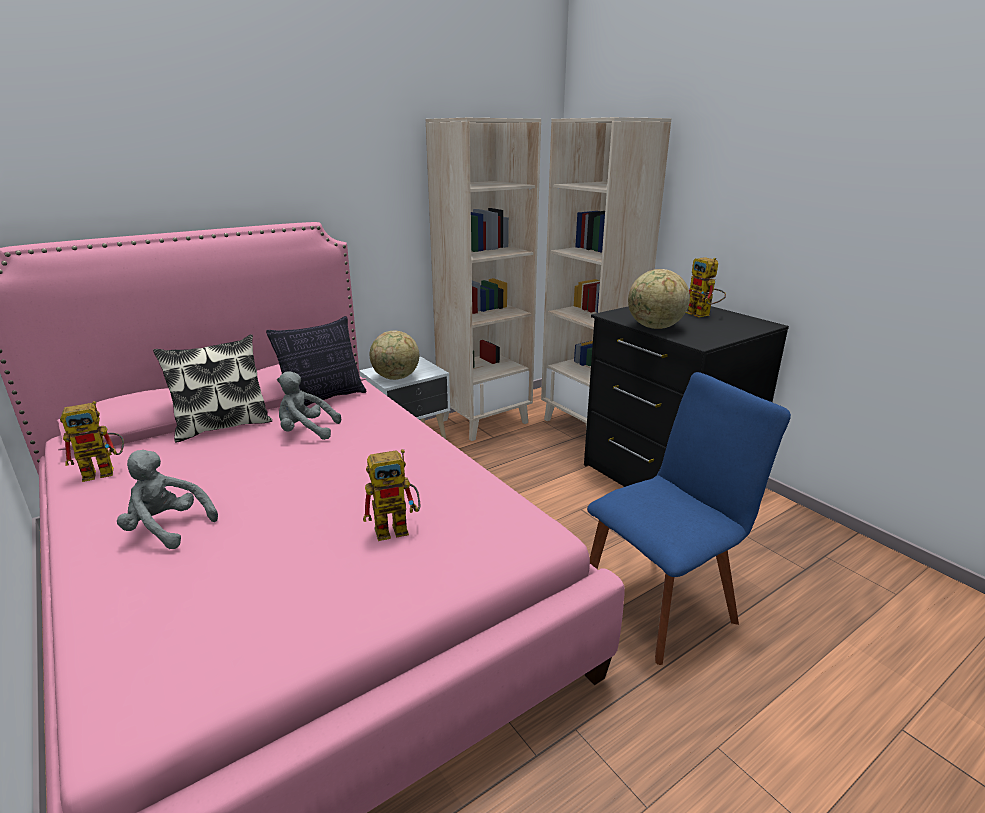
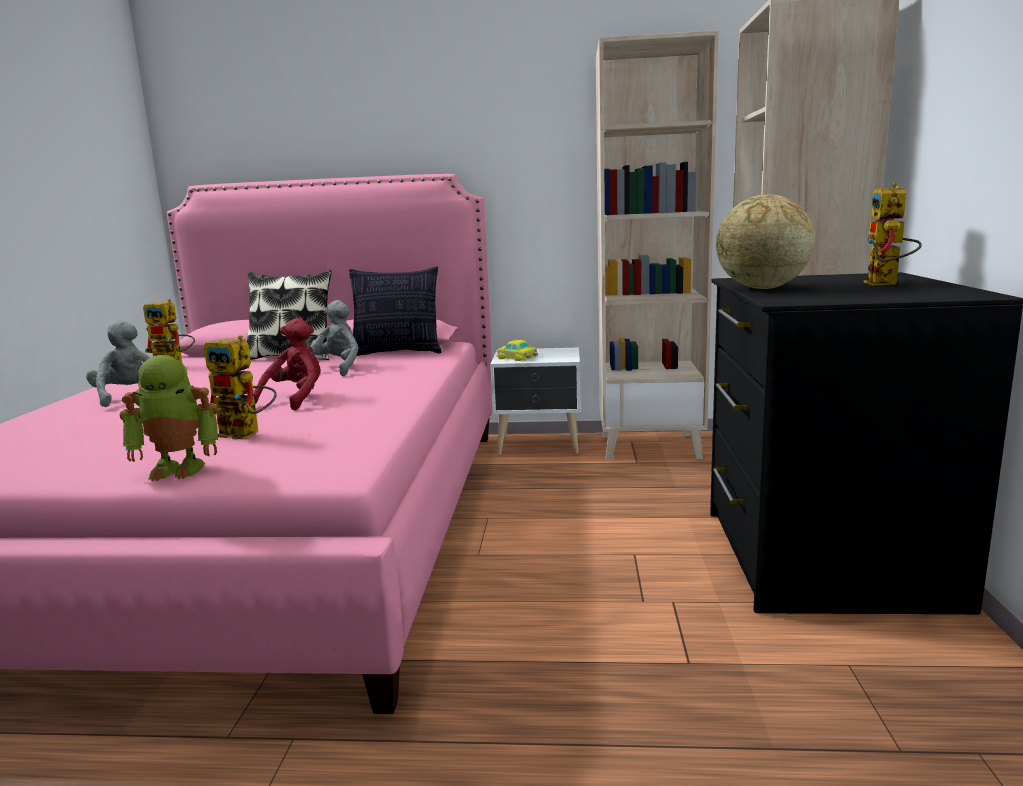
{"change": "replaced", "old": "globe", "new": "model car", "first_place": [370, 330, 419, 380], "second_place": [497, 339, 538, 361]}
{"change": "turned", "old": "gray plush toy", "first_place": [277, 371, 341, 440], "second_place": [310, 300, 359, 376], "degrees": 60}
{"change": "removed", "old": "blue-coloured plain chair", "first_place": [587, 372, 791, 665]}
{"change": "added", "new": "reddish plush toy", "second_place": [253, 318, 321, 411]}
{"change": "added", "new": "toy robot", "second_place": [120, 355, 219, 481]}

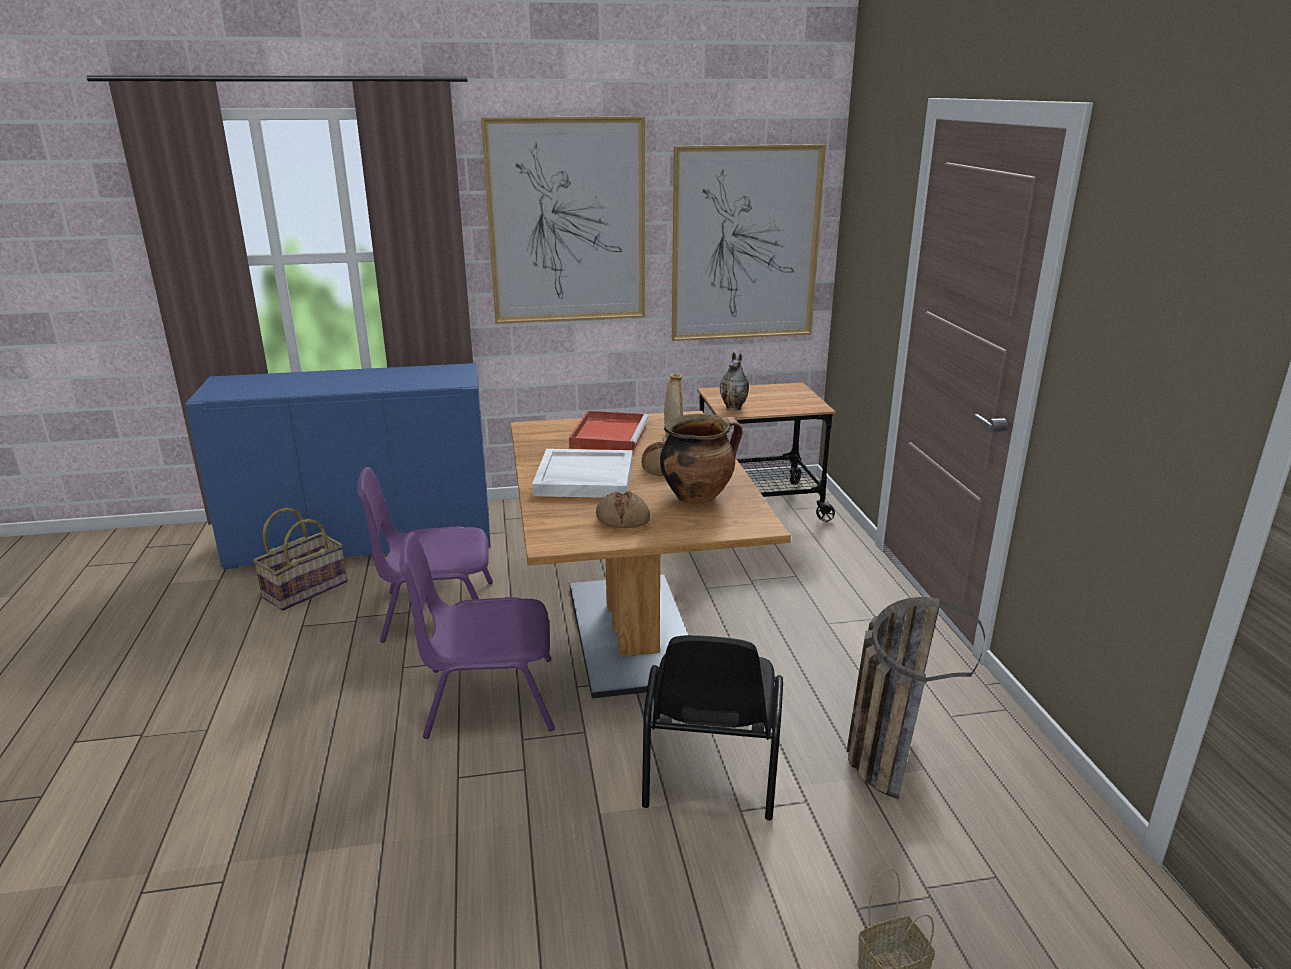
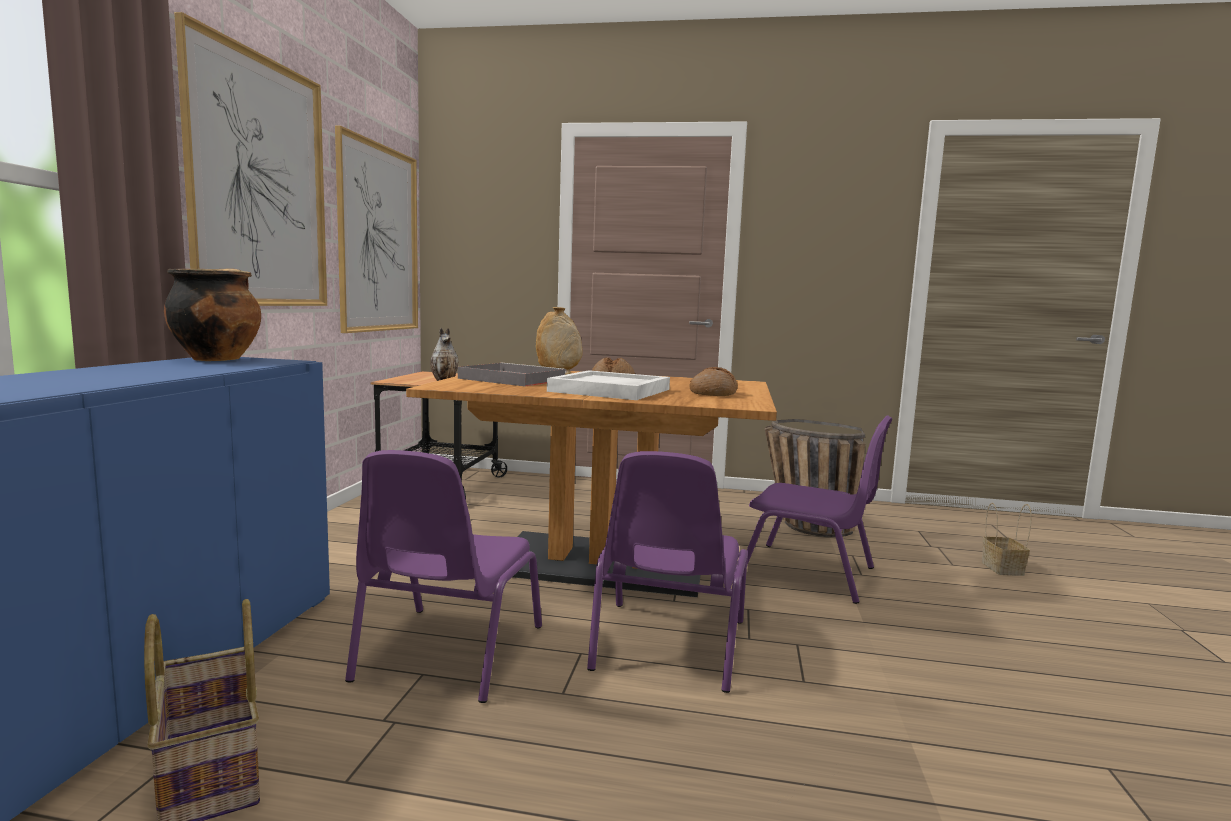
{"change": "recoloured", "old": "reddish carrying tray", "new": "gray carrying tray", "first_place": [569, 411, 649, 452], "second_place": [458, 362, 567, 386]}
{"change": "moved", "old": "stockpot", "first_place": [660, 414, 743, 505], "second_place": [164, 268, 261, 361]}
{"change": "recoloured", "old": "blackish plain chair", "new": "purple-coloured plain chair", "first_place": [642, 635, 783, 820], "second_place": [747, 415, 892, 604]}

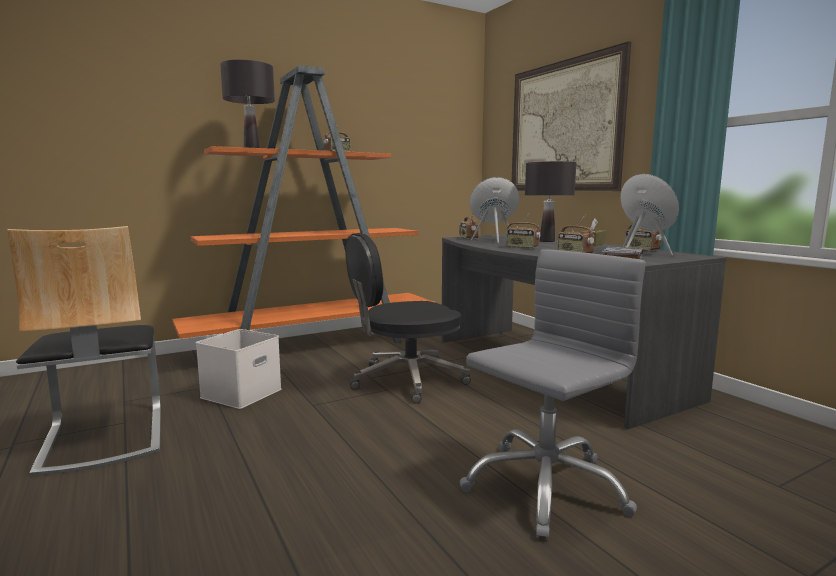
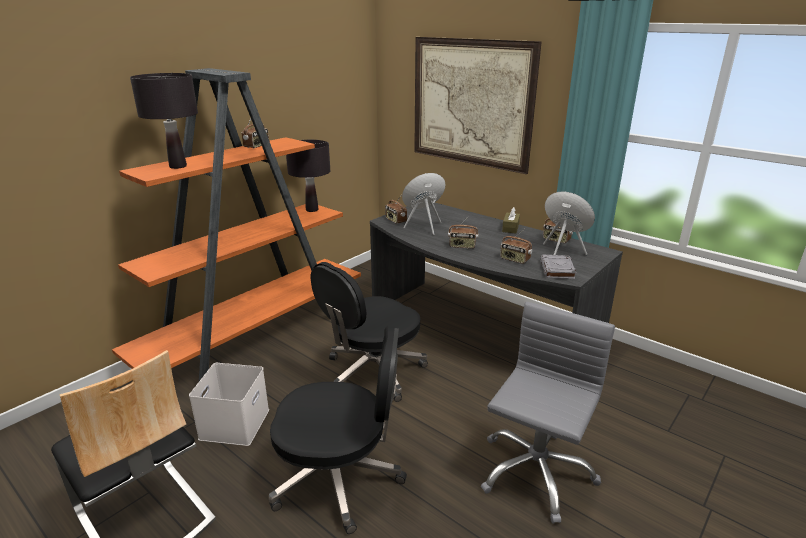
{"change": "moved", "old": "blackish lamp for a table", "first_place": [525, 161, 576, 242], "second_place": [286, 140, 330, 212]}
{"change": "added", "new": "blackish computer chair", "second_place": [269, 325, 407, 534]}

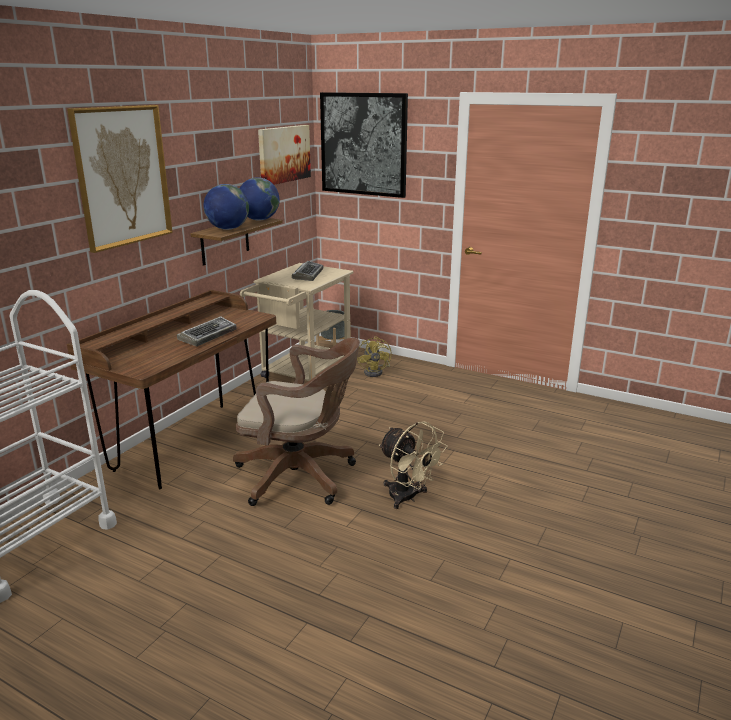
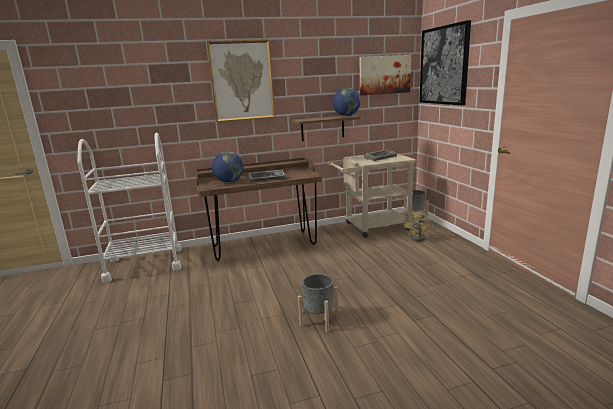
{"change": "moved", "old": "globe", "first_place": [203, 184, 249, 230], "second_place": [212, 152, 244, 183]}
{"change": "removed", "old": "brown computer chair", "first_place": [233, 338, 360, 506]}
{"change": "replaced", "old": "beige-coloured electric fan", "new": "gray plant pot", "first_place": [379, 421, 448, 509], "second_place": [298, 274, 339, 332]}

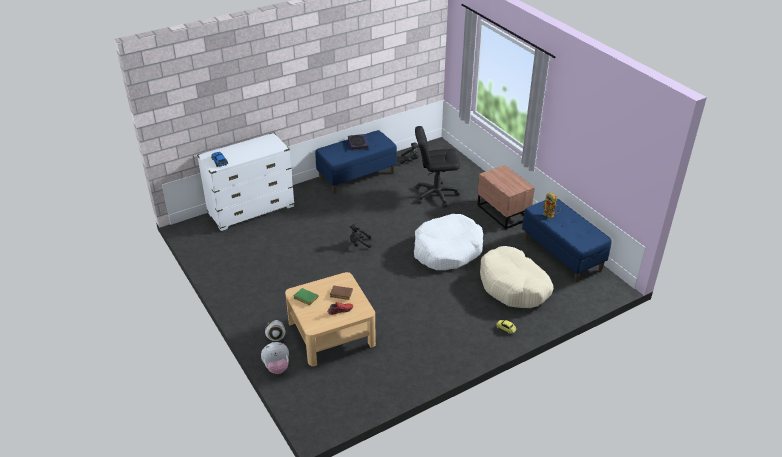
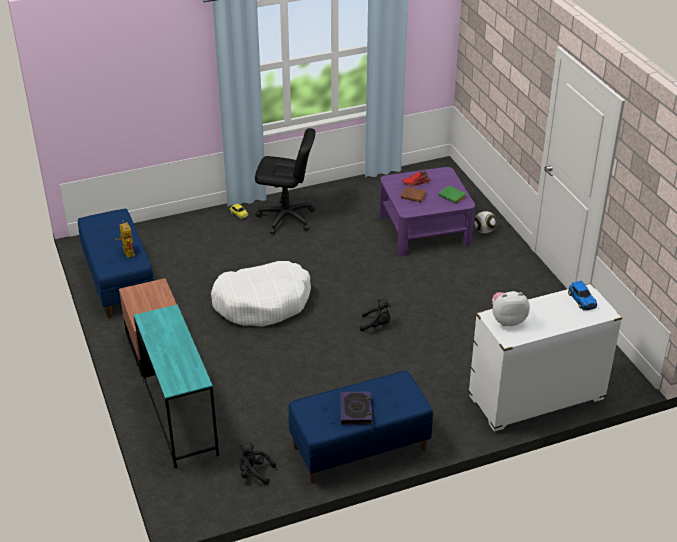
{"change": "moved", "old": "blackish computer chair", "first_place": [415, 126, 460, 208], "second_place": [255, 128, 316, 234]}
{"change": "removed", "old": "beige-coloured dog bed", "first_place": [480, 246, 553, 308]}
{"change": "recoloured", "old": "beige-coloured lounge table", "new": "purple-coloured lounge table", "first_place": [285, 272, 376, 366], "second_place": [380, 167, 475, 256]}
{"change": "moved", "old": "plush toy", "first_place": [261, 342, 289, 374], "second_place": [492, 291, 530, 326]}
{"change": "added", "new": "blue-green desk", "second_place": [134, 304, 219, 468]}

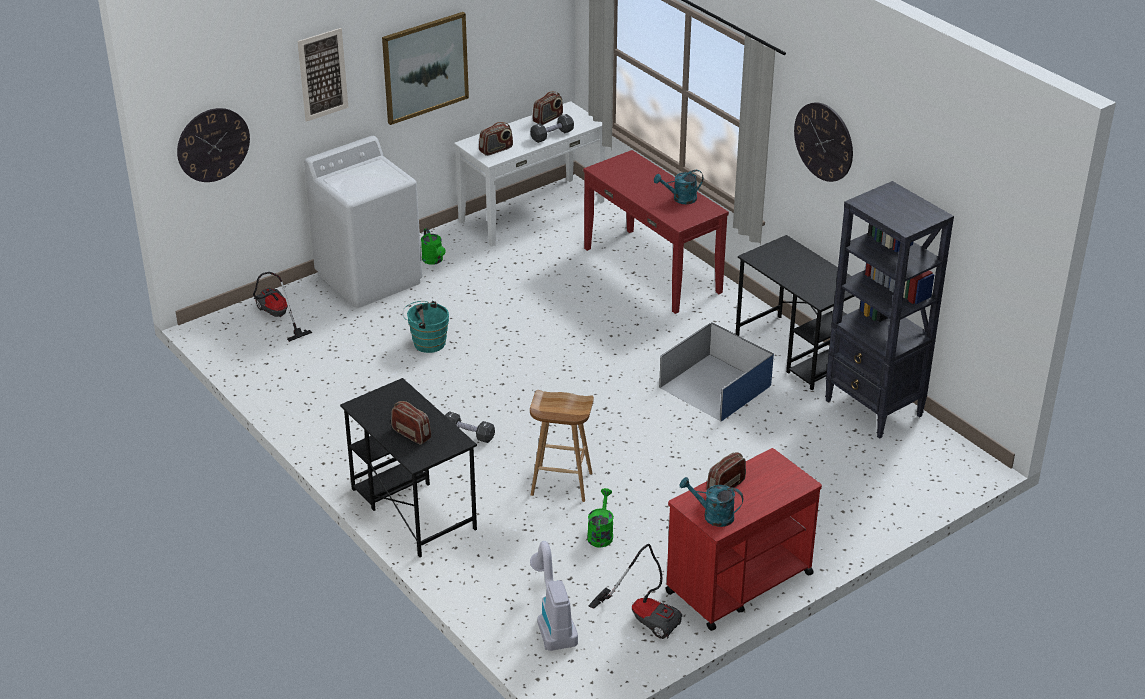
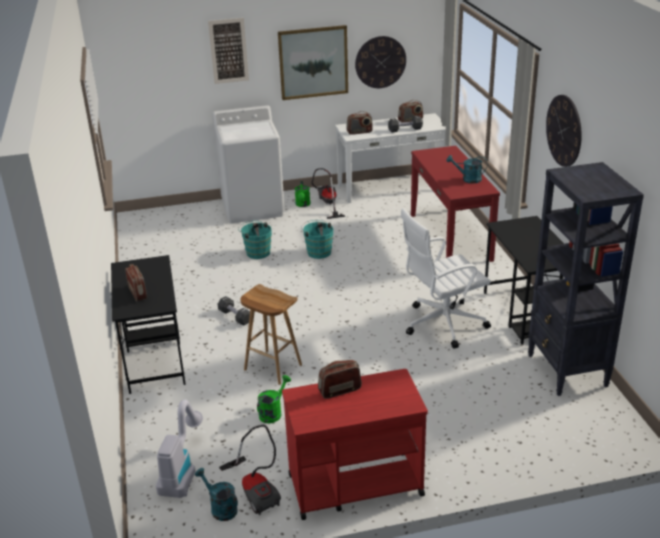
{"change": "moved", "old": "clock on the wall", "first_place": [177, 108, 250, 182], "second_place": [355, 36, 406, 88]}
{"change": "moved", "old": "hoover", "first_place": [253, 272, 312, 342], "second_place": [312, 168, 345, 219]}
{"change": "replaced", "old": "blue-coloured storage box", "new": "white computer chair", "first_place": [659, 322, 774, 421], "second_place": [400, 208, 491, 348]}
{"change": "moved", "old": "blue-green watering can", "first_place": [679, 477, 743, 527], "second_place": [195, 468, 238, 521]}
{"change": "added", "new": "blue-green water bucket", "second_place": [301, 220, 333, 259]}

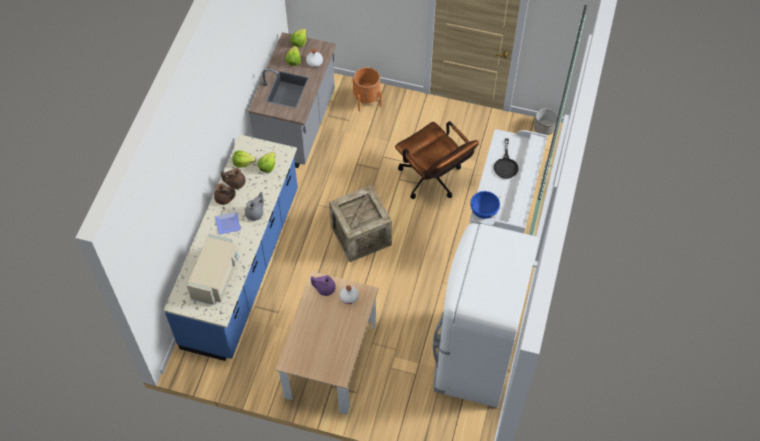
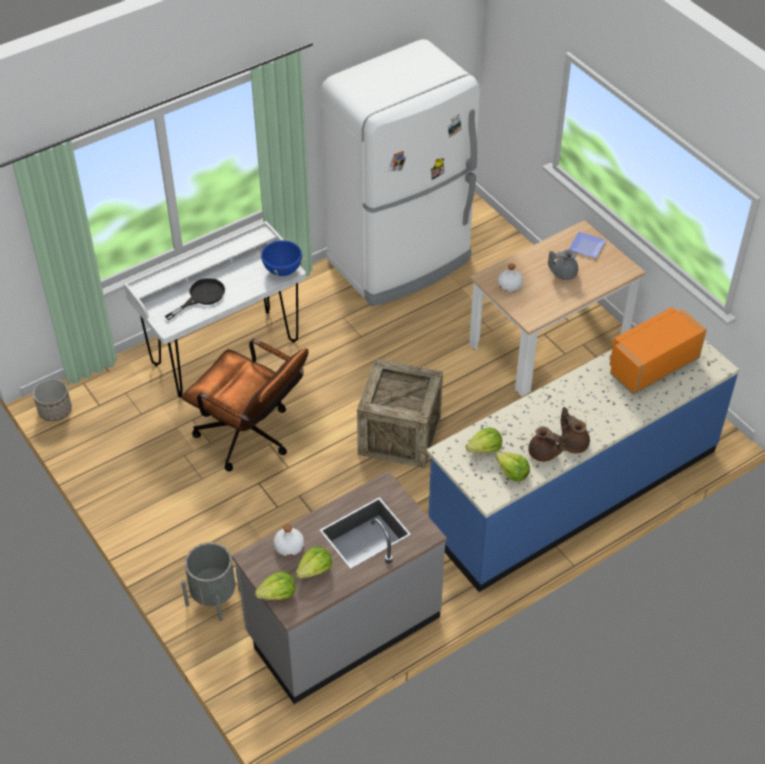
{"change": "recoloured", "old": "orange plant pot", "new": "gray plant pot", "first_place": [353, 67, 382, 111], "second_place": [181, 542, 240, 621]}
{"change": "turned", "old": "brown computer chair", "first_place": [395, 121, 479, 199], "second_place": [182, 339, 309, 472], "degrees": 120}
{"change": "moved", "old": "gray tea pot", "first_place": [245, 192, 264, 221], "second_place": [548, 249, 578, 280]}
{"change": "moved", "old": "dinner plate", "first_place": [215, 212, 241, 235], "second_place": [569, 232, 606, 258]}
{"change": "recoloured", "old": "beige-coloured microwave oven", "new": "orange microwave oven", "first_place": [187, 233, 239, 305], "second_place": [609, 307, 707, 395]}
{"change": "removed", "old": "purple-coloured tea pot", "first_place": [311, 275, 336, 296]}

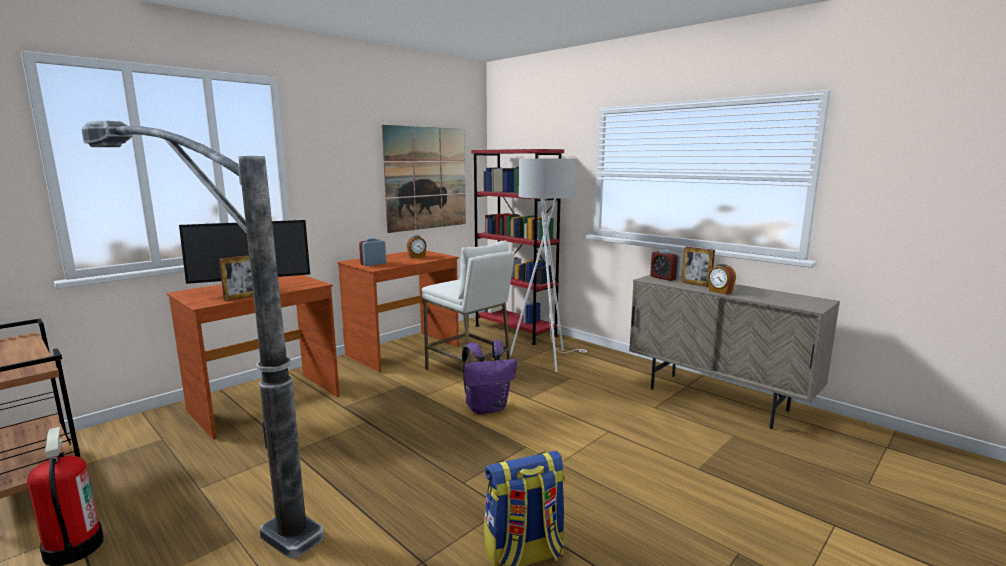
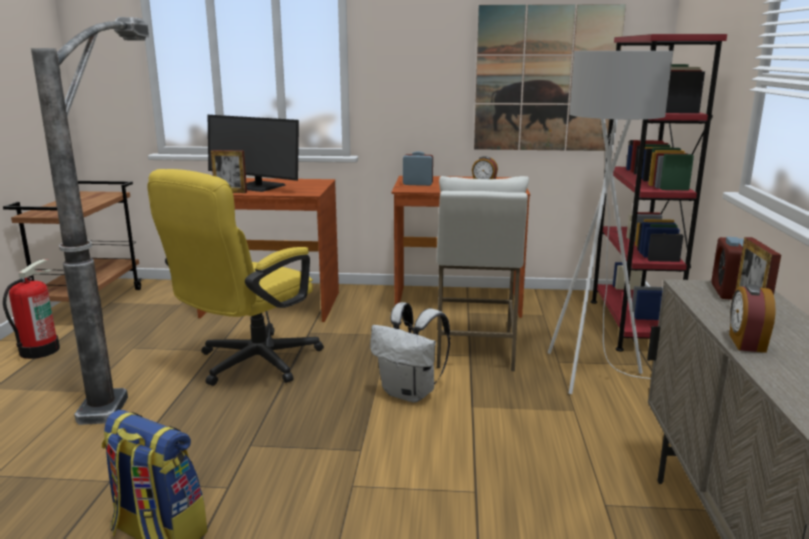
{"change": "recoloured", "old": "purple-coloured knapsack", "new": "white knapsack", "first_place": [462, 340, 517, 415], "second_place": [370, 302, 450, 403]}
{"change": "added", "new": "yellowish computer chair", "second_place": [147, 169, 324, 386]}

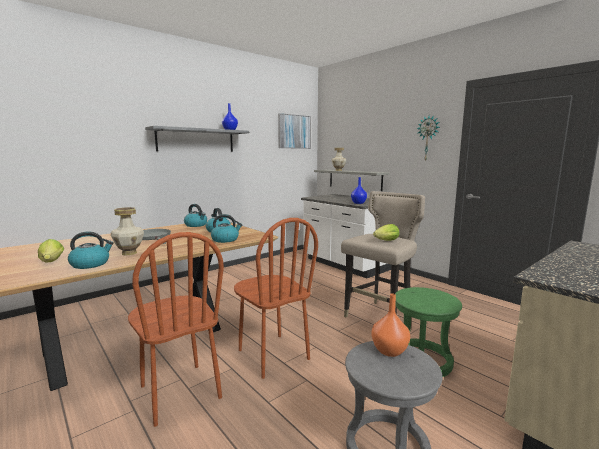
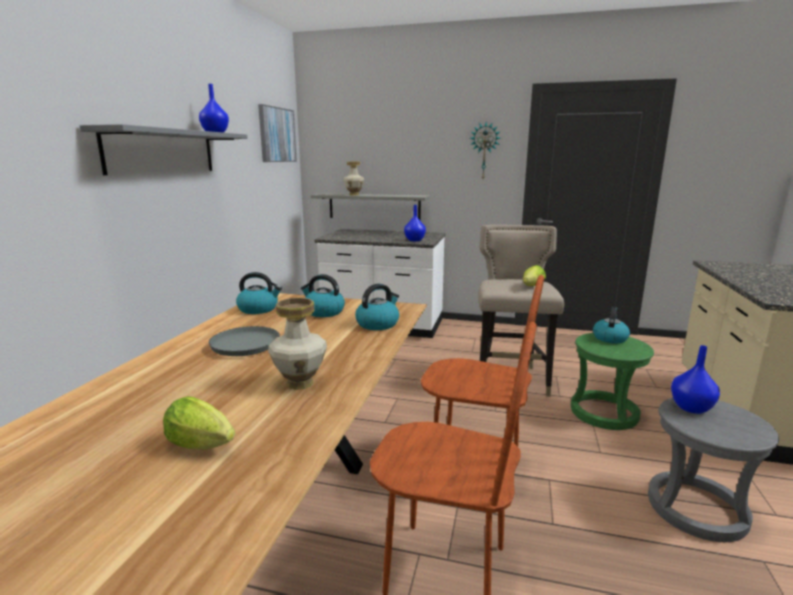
{"change": "moved", "old": "tea kettle", "first_place": [68, 232, 114, 269], "second_place": [593, 307, 630, 344]}
{"change": "recoloured", "old": "orange decorative vase", "new": "blue-coloured decorative vase", "first_place": [371, 293, 410, 357], "second_place": [671, 345, 720, 414]}

